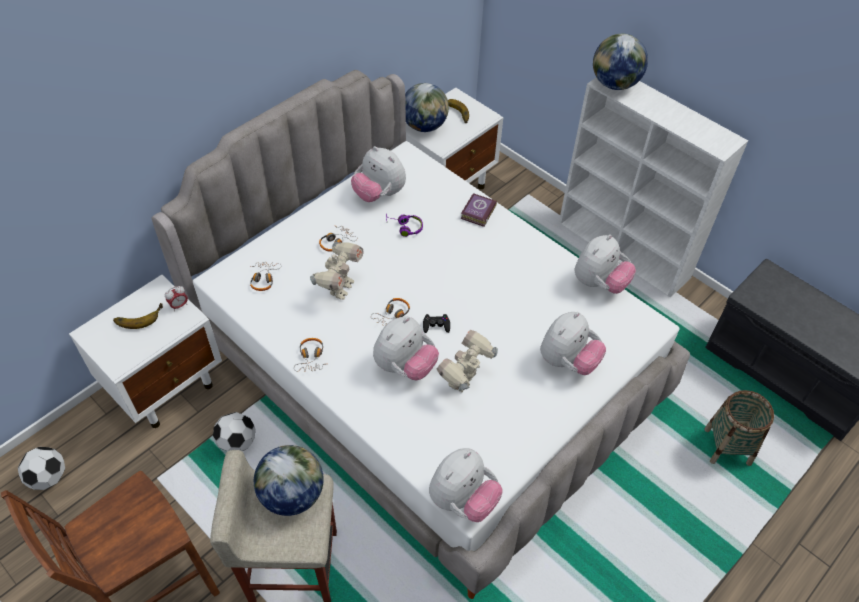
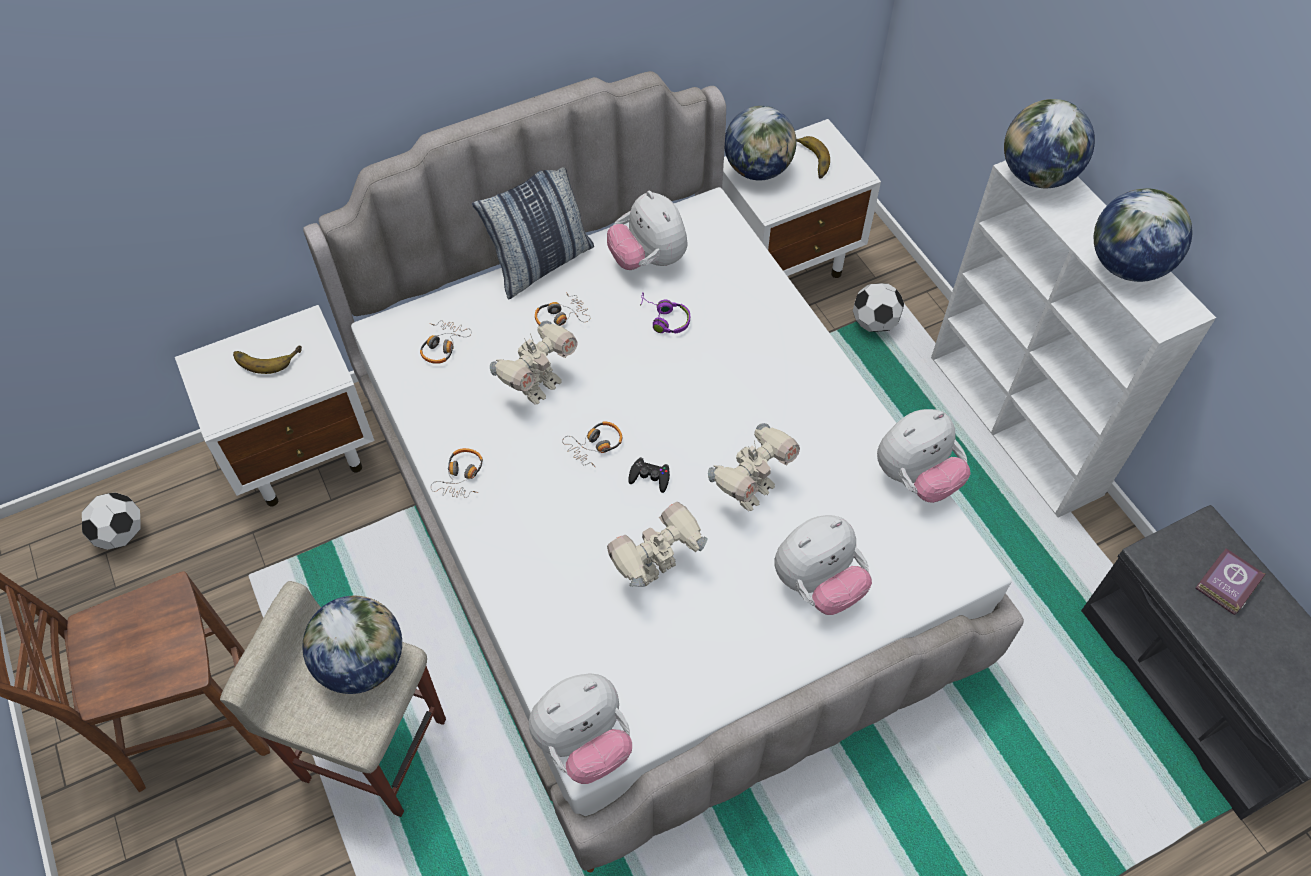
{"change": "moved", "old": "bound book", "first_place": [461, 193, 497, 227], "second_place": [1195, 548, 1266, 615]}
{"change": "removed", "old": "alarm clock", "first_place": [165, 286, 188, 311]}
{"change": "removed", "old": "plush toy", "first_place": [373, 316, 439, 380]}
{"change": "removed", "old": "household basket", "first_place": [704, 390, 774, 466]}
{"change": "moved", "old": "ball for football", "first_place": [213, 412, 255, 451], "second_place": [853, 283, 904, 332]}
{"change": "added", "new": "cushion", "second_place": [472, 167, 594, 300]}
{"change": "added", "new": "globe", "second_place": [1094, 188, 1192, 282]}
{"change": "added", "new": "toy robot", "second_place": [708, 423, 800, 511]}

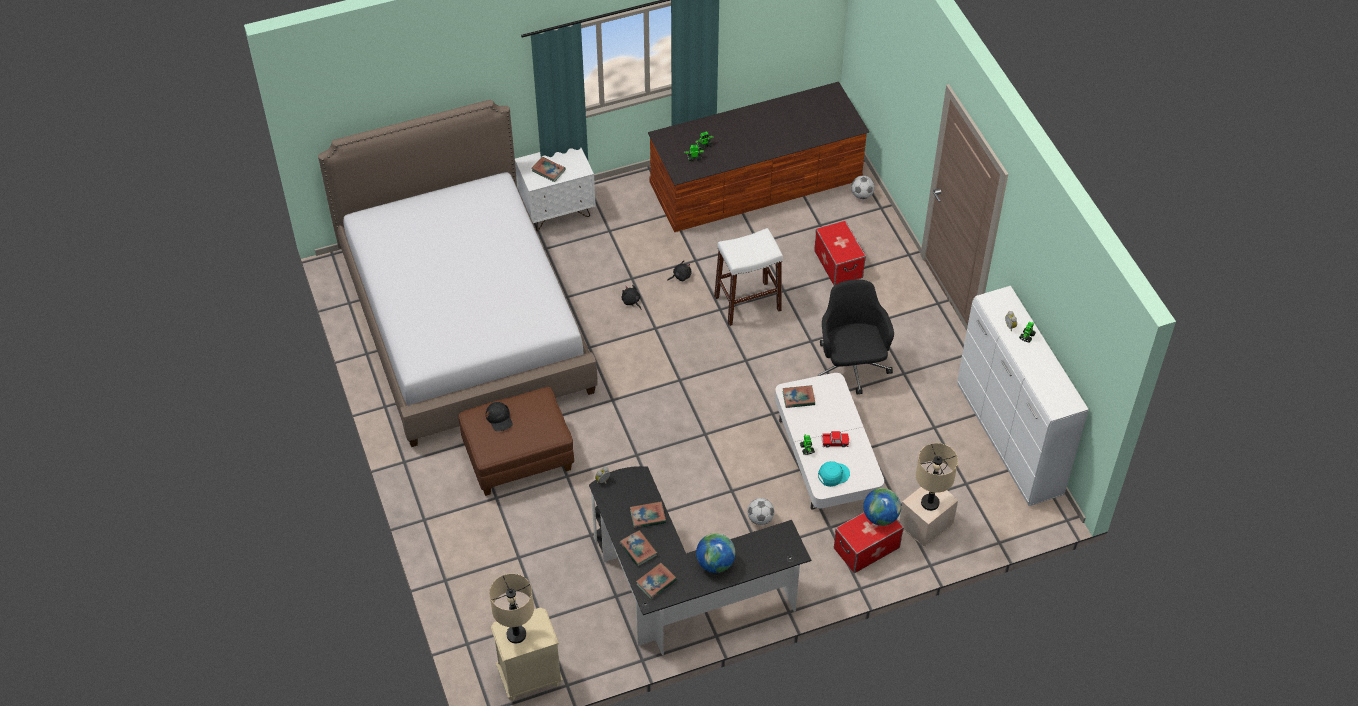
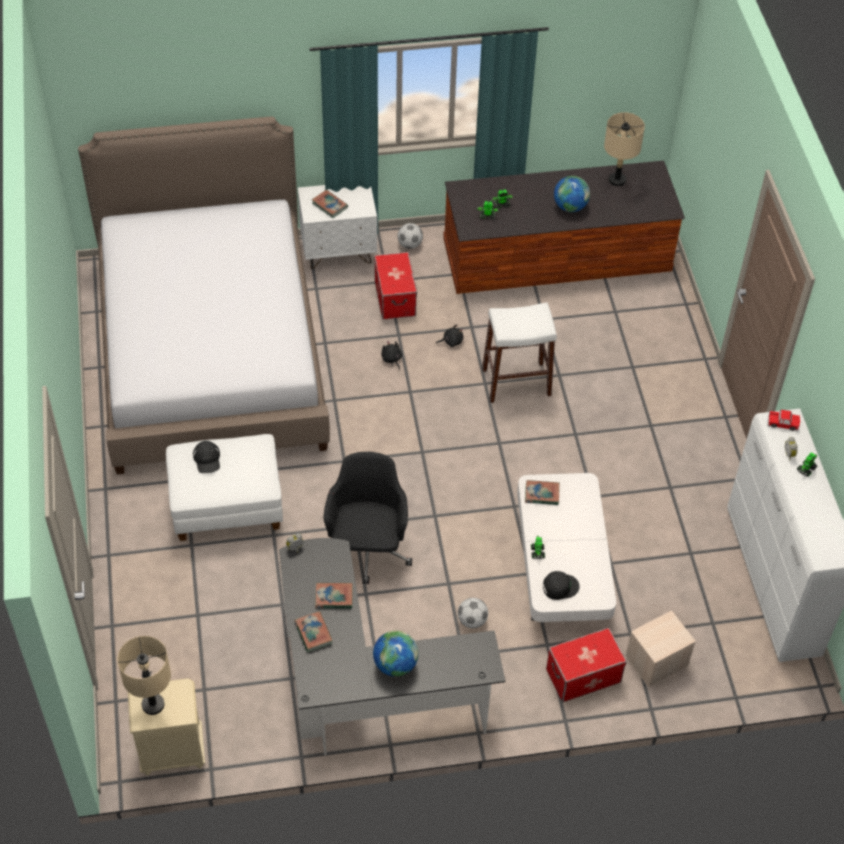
{"change": "moved", "old": "ball for football", "first_place": [851, 175, 875, 199], "second_place": [398, 223, 423, 249]}
{"change": "moved", "old": "storage box", "first_place": [814, 220, 866, 286], "second_place": [374, 252, 417, 320]}
{"change": "moved", "old": "blackish computer chair", "first_place": [818, 279, 894, 395], "second_place": [323, 452, 412, 584]}
{"change": "recoloured", "old": "brown pouffe", "new": "white pouffe", "first_place": [459, 387, 574, 496], "second_place": [166, 434, 283, 541]}
{"change": "moved", "old": "model car", "first_place": [822, 431, 849, 447], "second_place": [768, 410, 800, 431]}
{"change": "moved", "old": "beige-coloured lamp for a table", "first_place": [916, 443, 958, 511], "second_place": [604, 112, 645, 186]}
{"change": "recoloured", "old": "blue-green cap", "new": "blackish cap", "first_place": [818, 461, 850, 487], "second_place": [543, 571, 580, 600]}
{"change": "moved", "old": "globe", "first_place": [863, 488, 901, 526], "second_place": [554, 176, 590, 212]}
{"change": "removed", "old": "bound book", "first_place": [636, 563, 677, 599]}

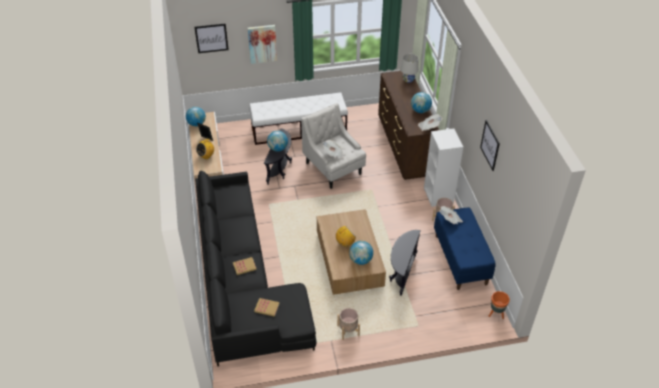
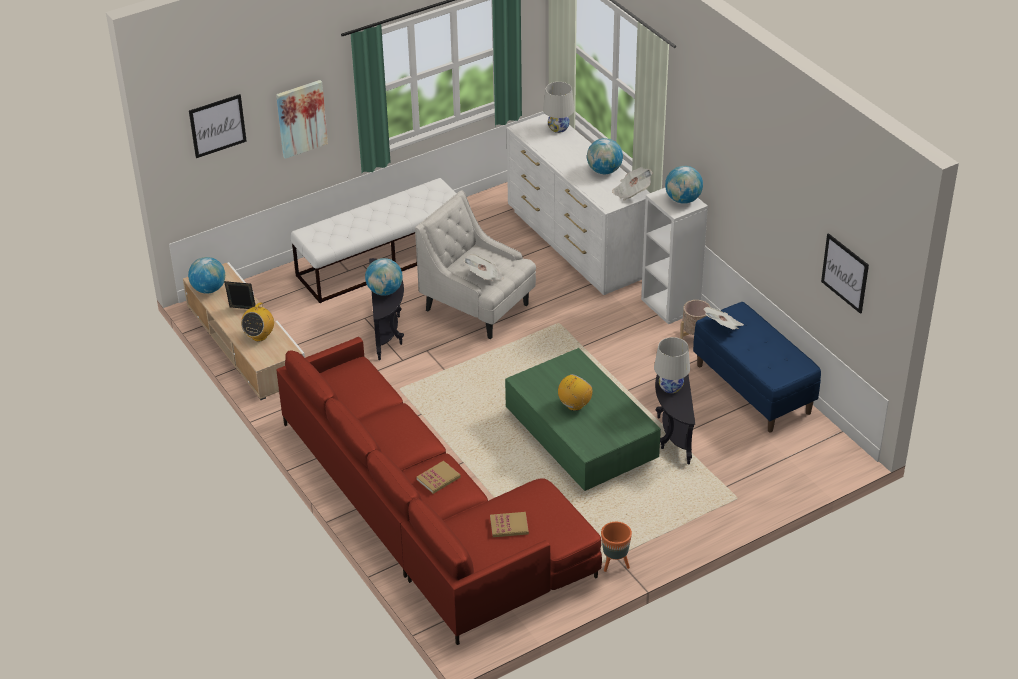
{"change": "recoloured", "old": "brown chest of drawers", "new": "white chest of drawers", "first_place": [378, 71, 439, 180], "second_place": [507, 114, 650, 295]}
{"change": "moved", "old": "picture", "first_place": [480, 120, 500, 171], "second_place": [821, 233, 869, 314]}
{"change": "recoloured", "old": "blackish couch", "new": "reddish couch", "first_place": [195, 171, 316, 367], "second_place": [276, 337, 602, 645]}
{"change": "recoloured", "old": "brown lounge table", "new": "green lounge table", "first_place": [317, 209, 386, 295], "second_place": [505, 348, 661, 491]}
{"change": "moved", "old": "globe", "first_place": [349, 241, 373, 265], "second_place": [665, 166, 703, 204]}
{"change": "moved", "old": "orange plant pot", "first_place": [489, 291, 510, 319], "second_place": [601, 522, 632, 572]}
{"change": "removed", "old": "beige-coloured plant pot", "first_place": [337, 308, 360, 340]}
{"change": "added", "new": "white lamp for a table", "second_place": [654, 337, 690, 393]}

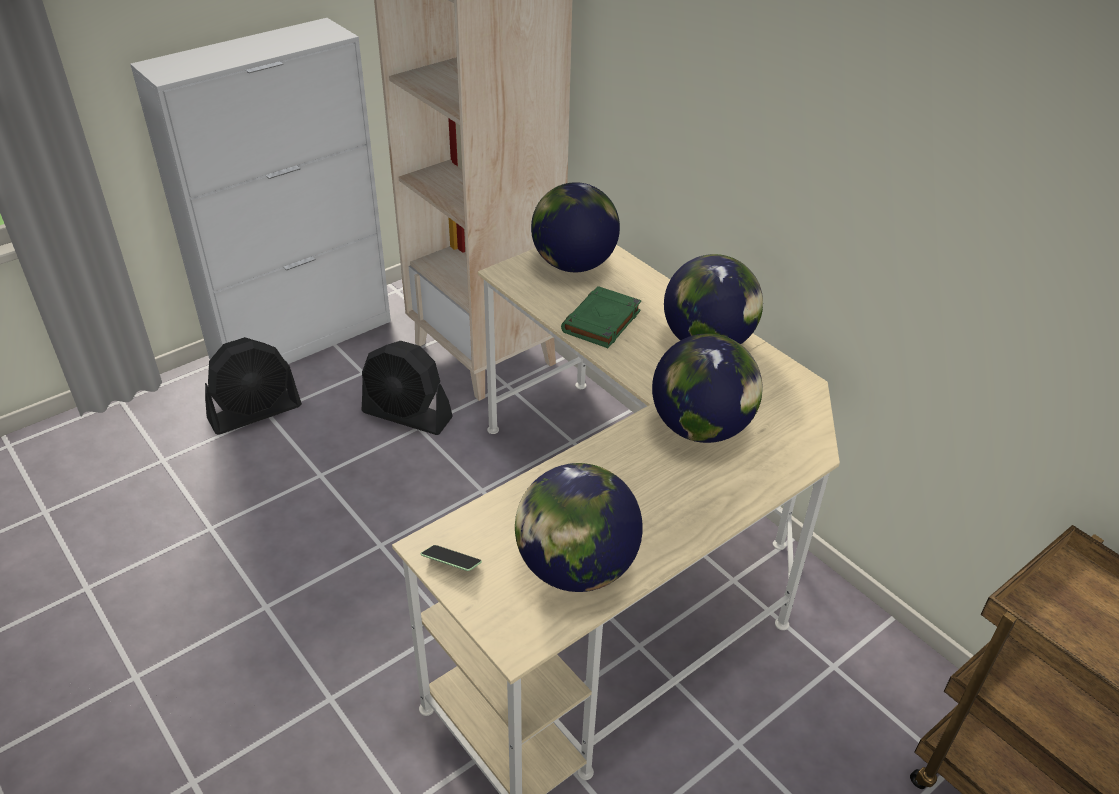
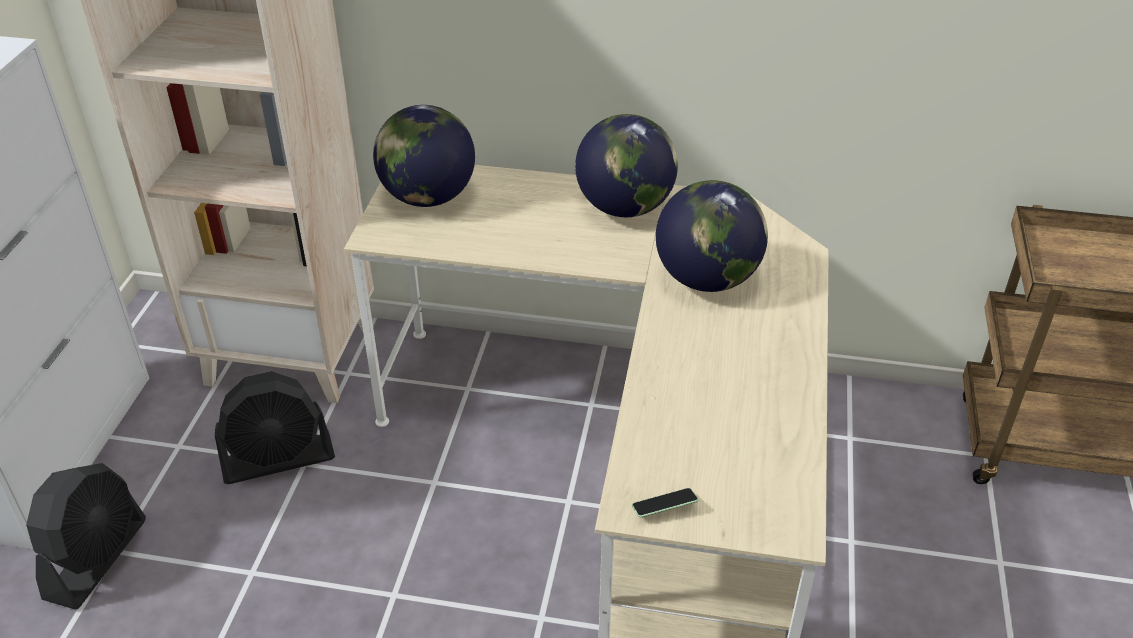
{"change": "removed", "old": "green bound book", "first_place": [561, 286, 641, 348]}
{"change": "removed", "old": "globe", "first_place": [515, 463, 643, 592]}

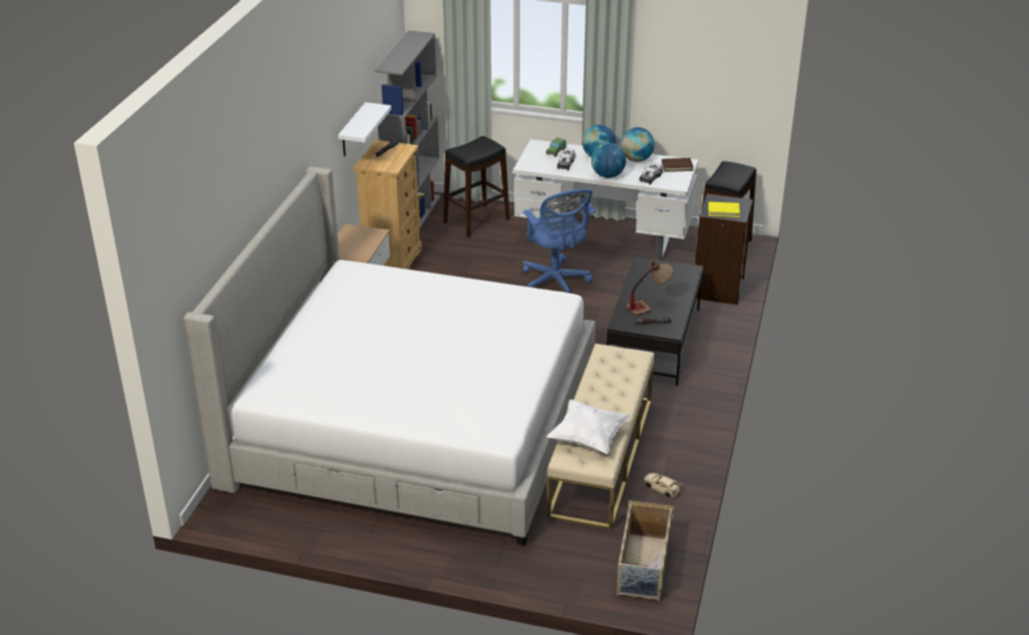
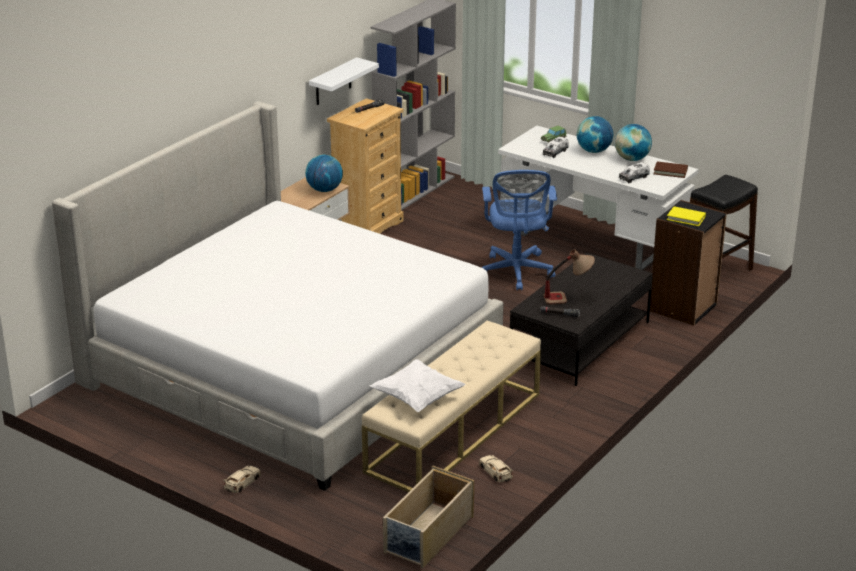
{"change": "removed", "old": "blackish stool seat", "first_place": [443, 136, 510, 238]}
{"change": "moved", "old": "globe", "first_place": [591, 143, 626, 178], "second_place": [305, 155, 343, 192]}
{"change": "added", "new": "beige-coloured model car", "second_place": [223, 466, 261, 493]}

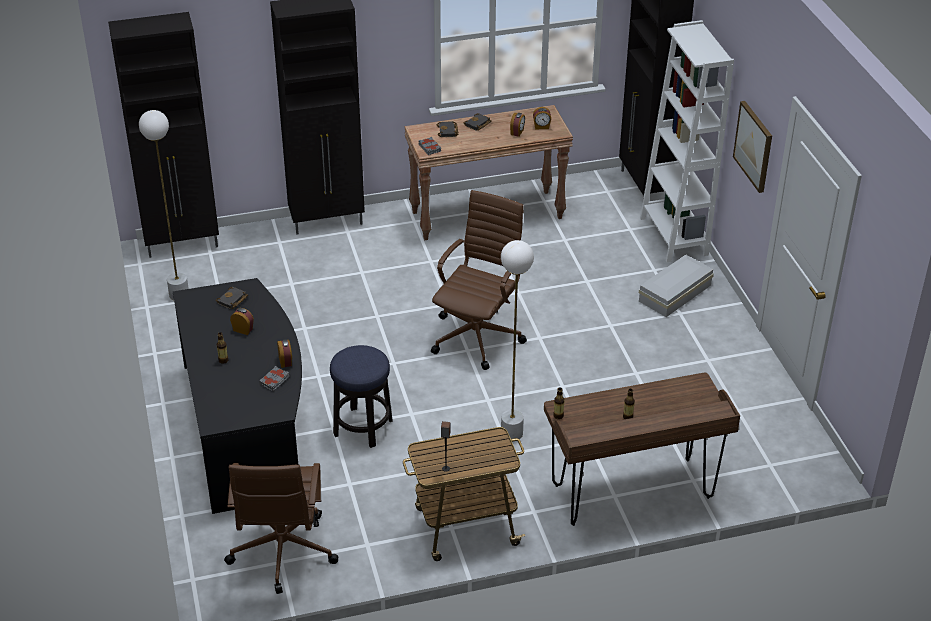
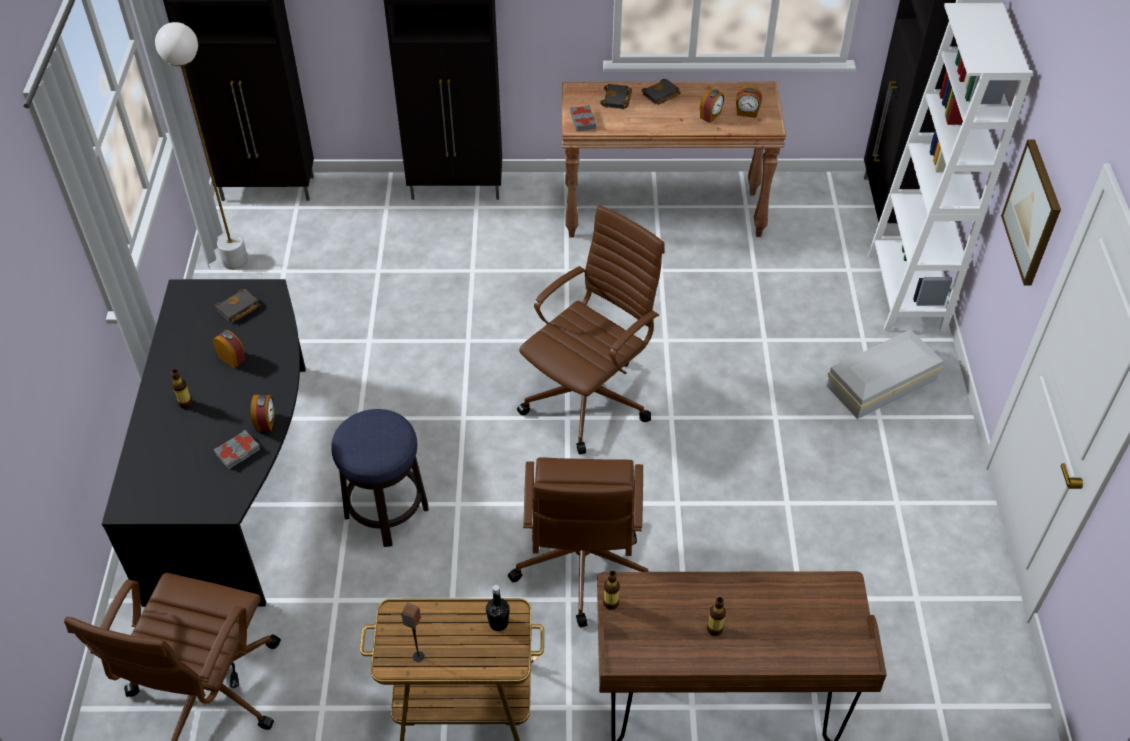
{"change": "replaced", "old": "white floor lamp", "new": "brown computer chair", "first_place": [501, 240, 534, 439], "second_place": [508, 457, 649, 628]}
{"change": "added", "new": "blackish bottle", "second_place": [486, 585, 510, 631]}

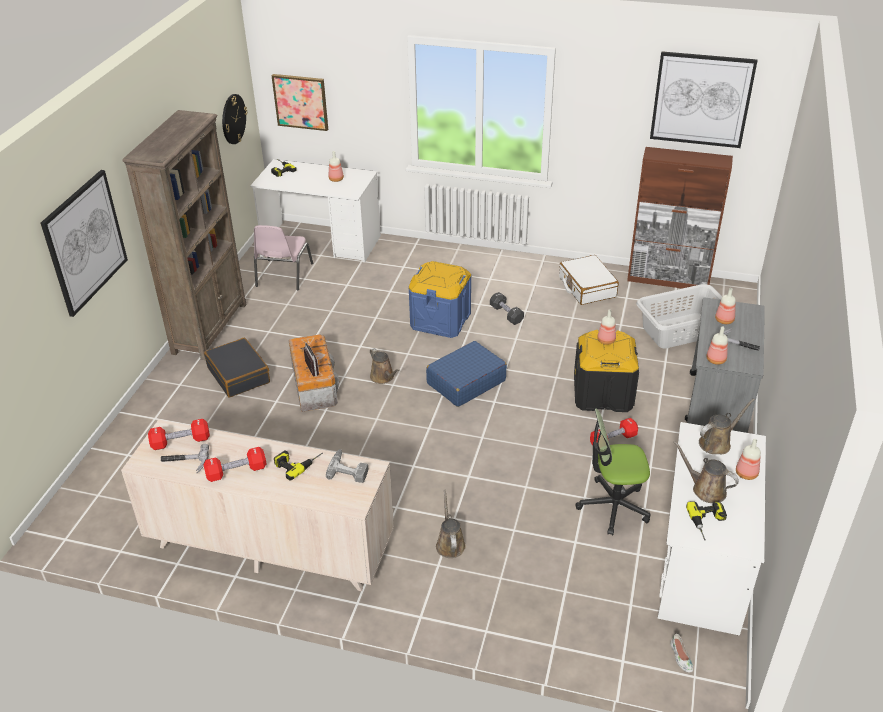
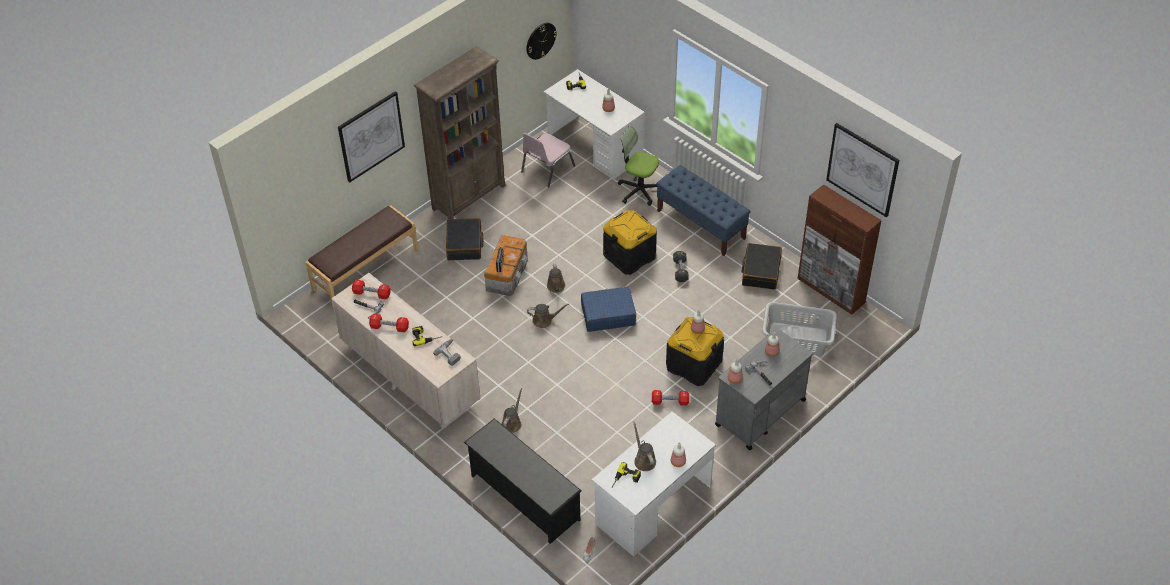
{"change": "removed", "old": "picture", "first_place": [271, 74, 328, 131]}
{"change": "recoloured", "old": "white travel case", "new": "blackish travel case", "first_place": [559, 255, 619, 305], "second_place": [742, 243, 782, 290]}
{"change": "recoloured", "old": "blue-coloured storage box", "new": "blackish storage box", "first_place": [408, 261, 471, 338], "second_place": [603, 210, 657, 275]}
{"change": "moved", "old": "brown watering can", "first_place": [699, 398, 755, 454], "second_place": [527, 304, 569, 328]}
{"change": "moved", "old": "computer chair", "first_place": [575, 408, 651, 535], "second_place": [618, 125, 659, 206]}
{"change": "added", "new": "blue-coloured bench", "second_place": [656, 165, 751, 256]}
{"change": "added", "new": "brown bench", "second_place": [305, 205, 419, 307]}
{"change": "added", "new": "blackish shoe stand", "second_place": [464, 418, 581, 544]}

